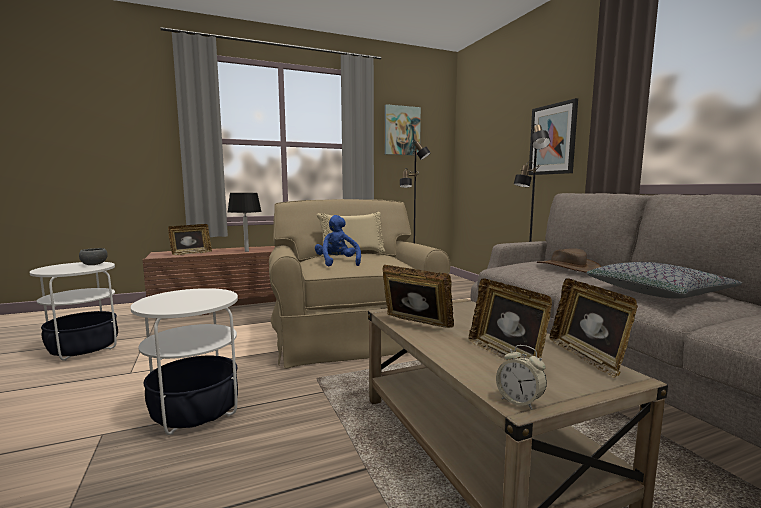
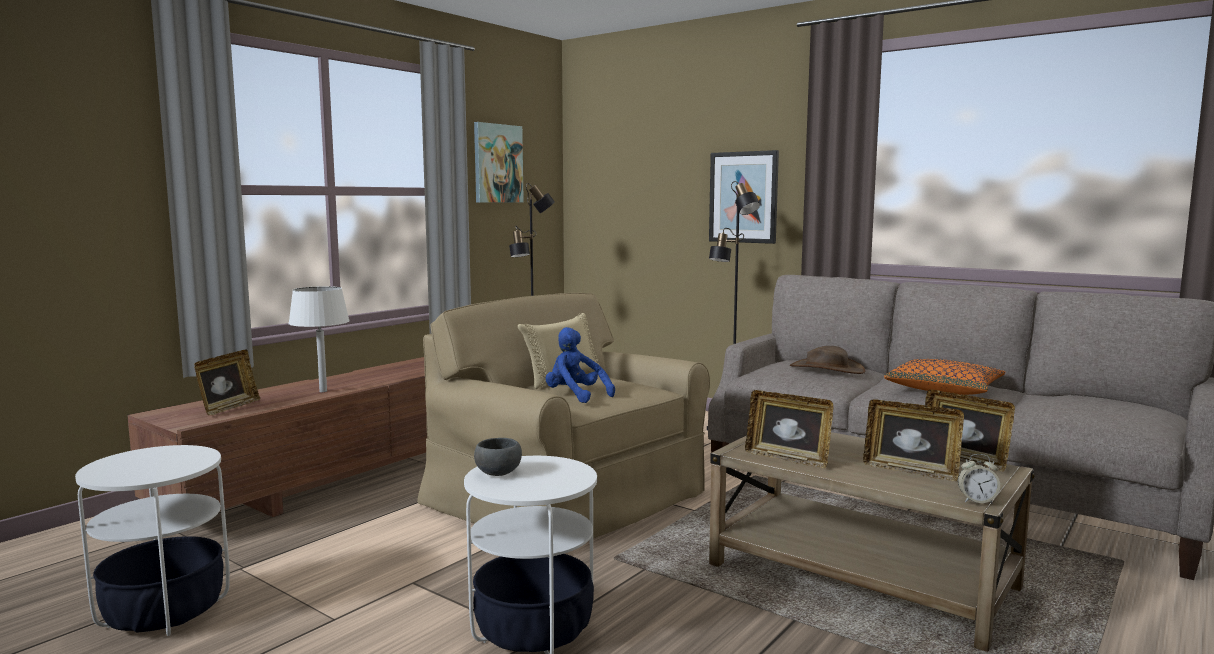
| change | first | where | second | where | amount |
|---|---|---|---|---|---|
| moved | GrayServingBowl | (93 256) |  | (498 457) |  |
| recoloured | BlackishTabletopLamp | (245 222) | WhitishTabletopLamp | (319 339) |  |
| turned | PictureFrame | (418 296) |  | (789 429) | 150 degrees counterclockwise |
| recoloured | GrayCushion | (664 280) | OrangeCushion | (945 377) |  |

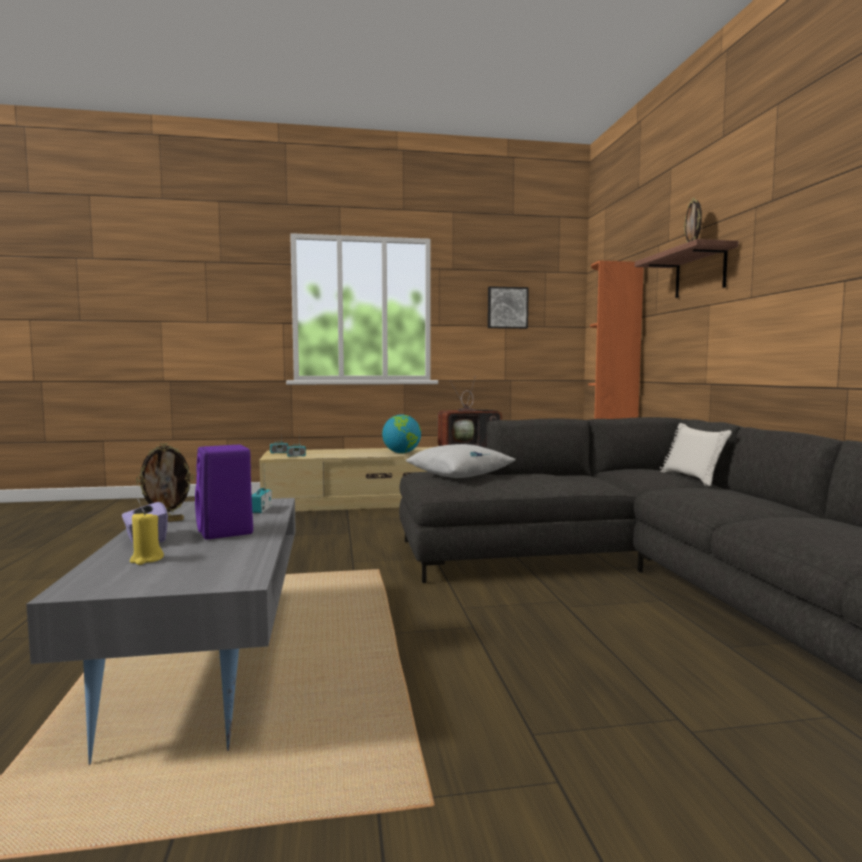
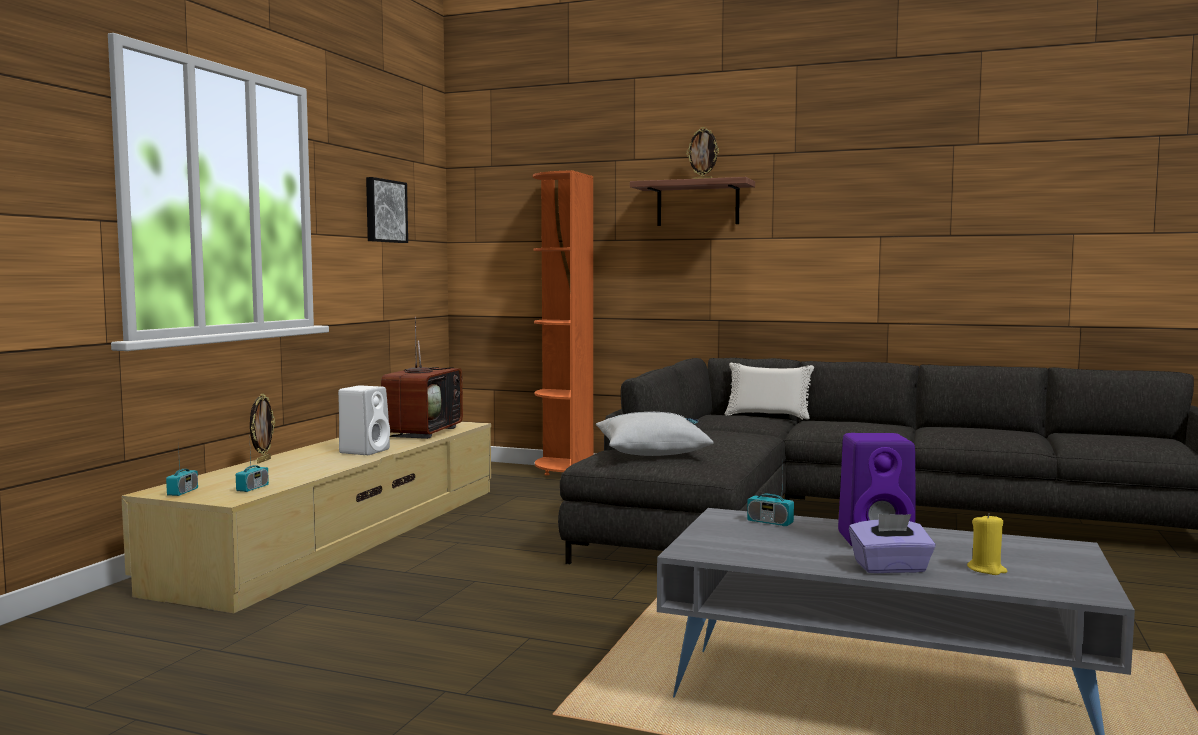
| change | first | where | second | where | amount |
|---|---|---|---|---|---|
| moved | PictureFrame | (165 482) |  | (262 428) |  |
| replaced | DeskGlobe | (401 434) | WhitishSpeaker | (364 420) |  |

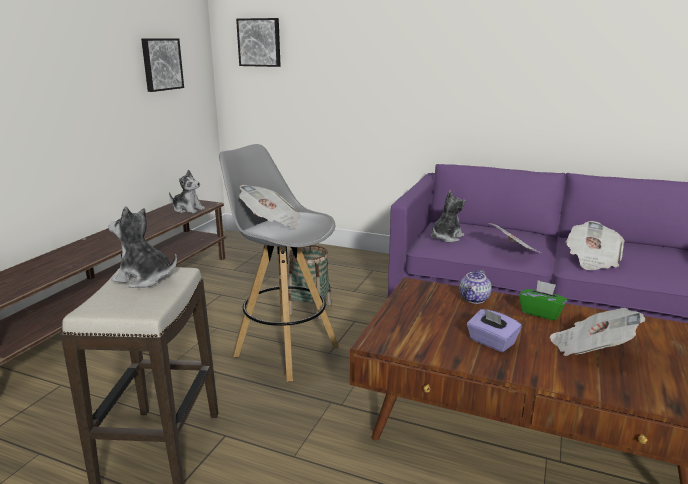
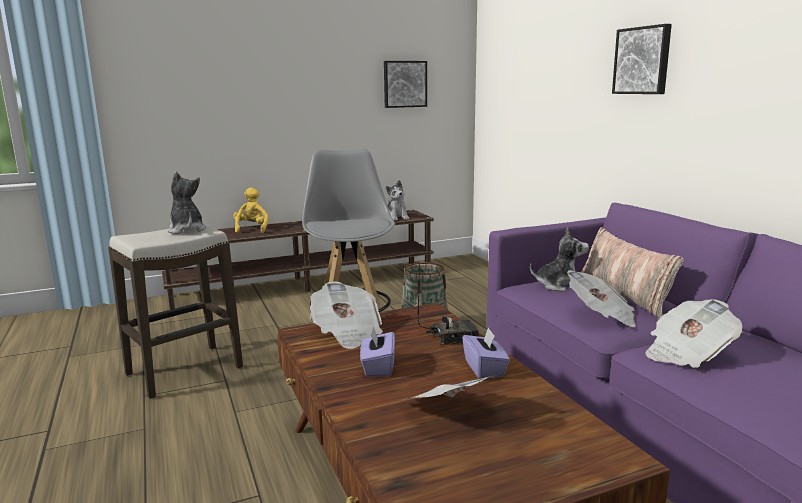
| change | first | where | second | where | amount |
|---|---|---|---|---|---|
| moved | Picture | (258 42) |  | (642 59) |  |
| moved | DailyPaper | (269 206) |  | (346 315) |  |
| replaced | TeaPot | (475 286) | RadioReceiver | (448 307) |  |
| recoloured | GreenTissueBox | (543 300) | PurpleTissueBox | (486 353) |  |
| added |  |  | YellowColouredSoftToy | (251 210) |  |
| added |  |  | Cushion | (632 272) |  |

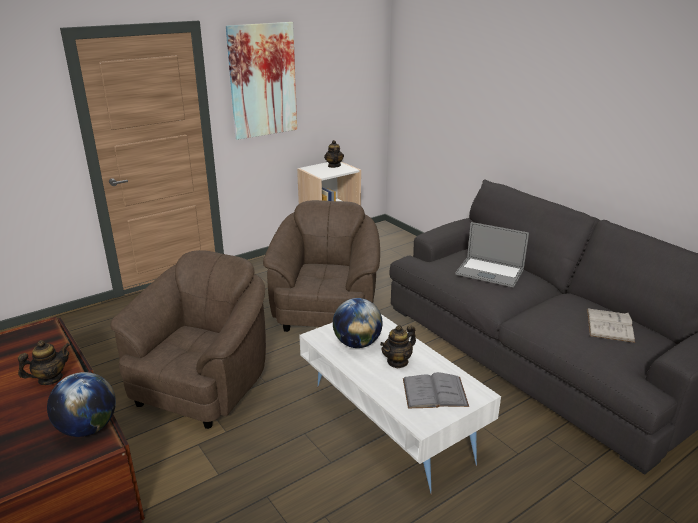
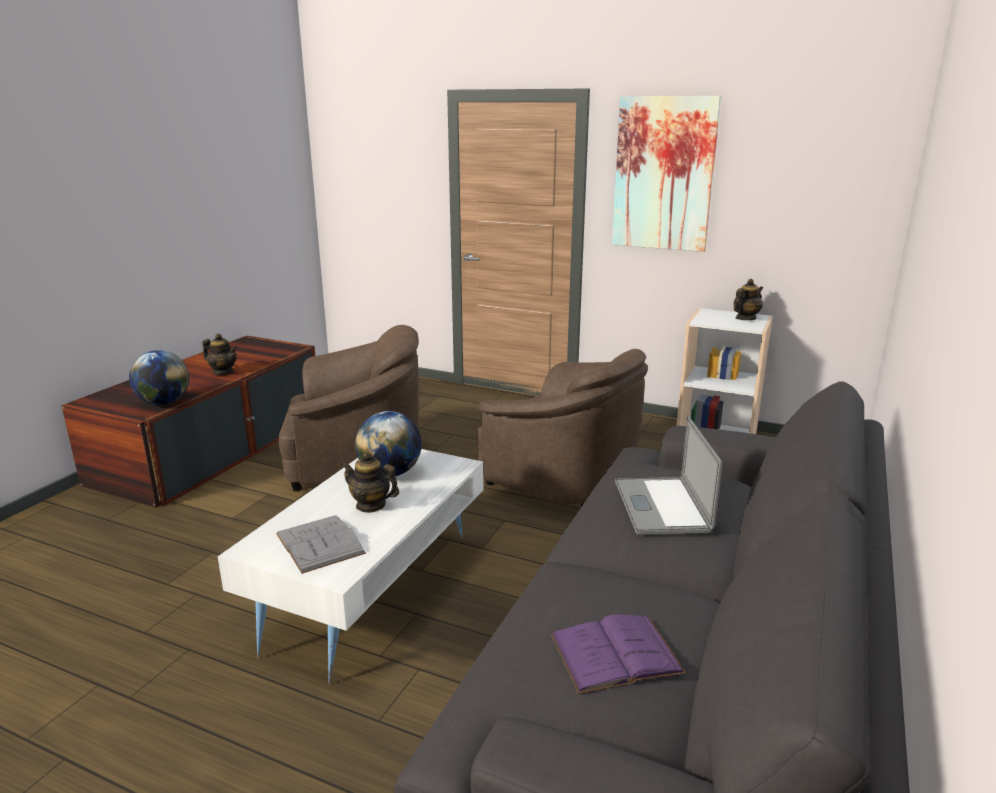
| change | first | where | second | where | amount |
|---|---|---|---|---|---|
| turned | BrownColouredArmchair | (321 266) |  | (562 428) | 60 degrees clockwise |
| recoloured | WhitishVolume | (611 326) | PurpleVolume | (618 654) |  |

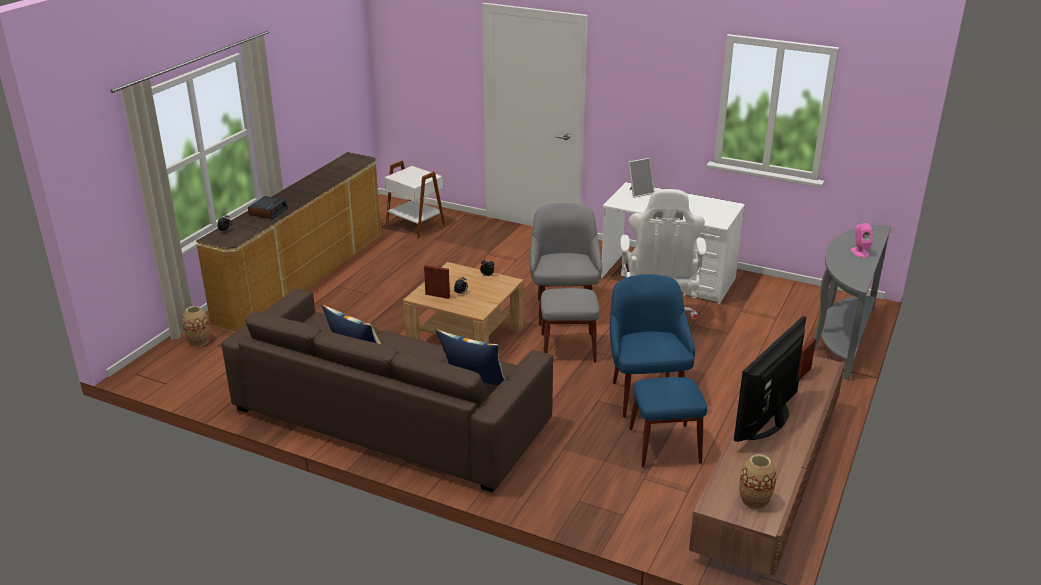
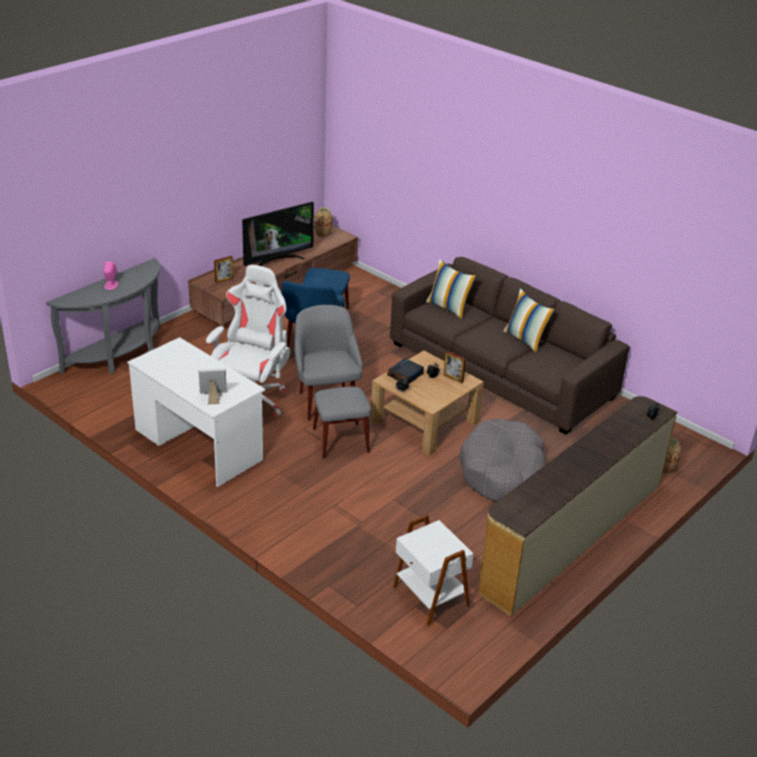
| change | first | where | second | where | amount |
|---|---|---|---|---|---|
| moved | TableClock | (268 207) |  | (405 371) |  |
| turned | GrayArmchair | (566 283) |  | (333 381) | 150 degrees clockwise |
| added |  |  | GrayPetBed | (502 460) |  |

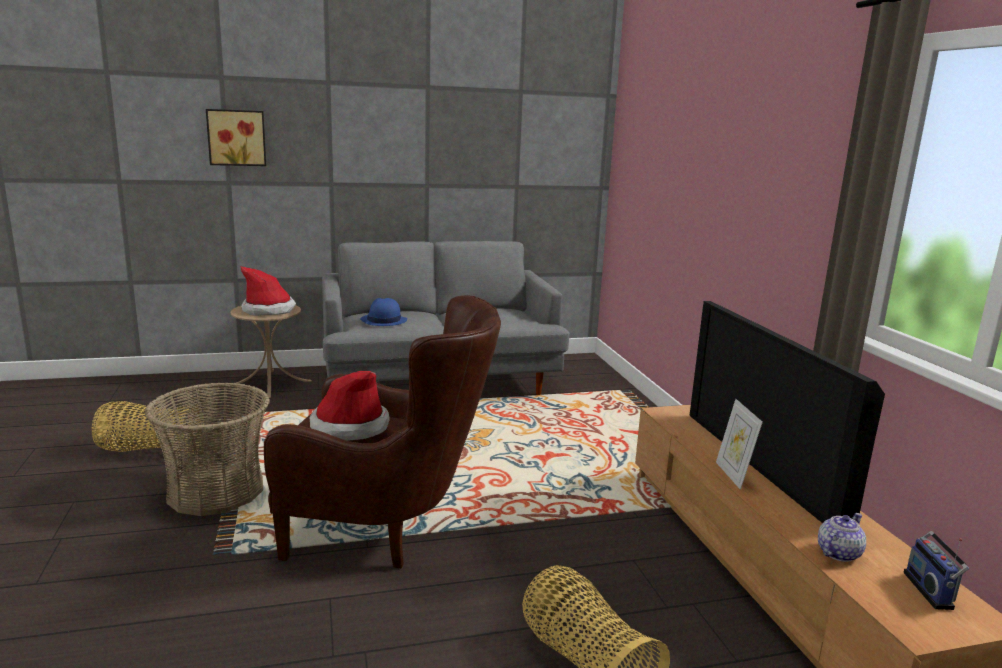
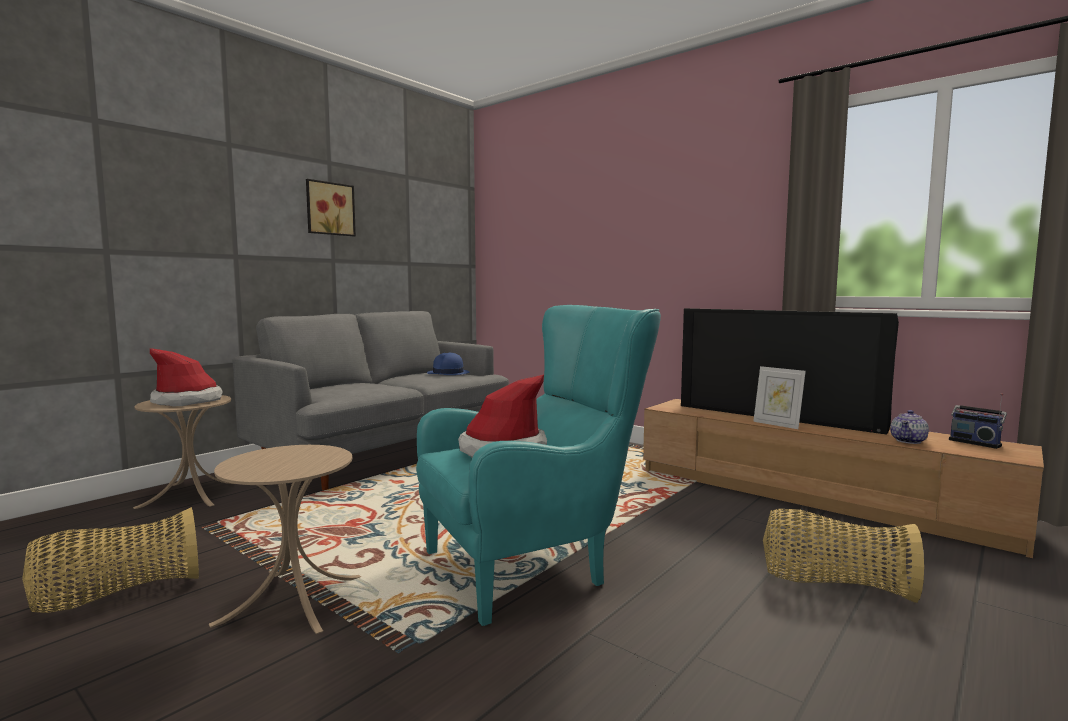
| change | first | where | second | where | amount |
|---|---|---|---|---|---|
| replaced | StorageBasket | (207 449) | SandColouredEndTable | (285 539) |  |
| moved | Picture | (236 137) |  | (331 207) |  |
| recoloured | BrownColouredArmchair | (382 431) | BlueGreenArmchair | (538 465) |  |
| moved | BlueWearableHat | (383 312) |  | (448 364) |  |
| turned | TeaPot | (842 537) |  | (909 427) | 150 degrees counterclockwise |

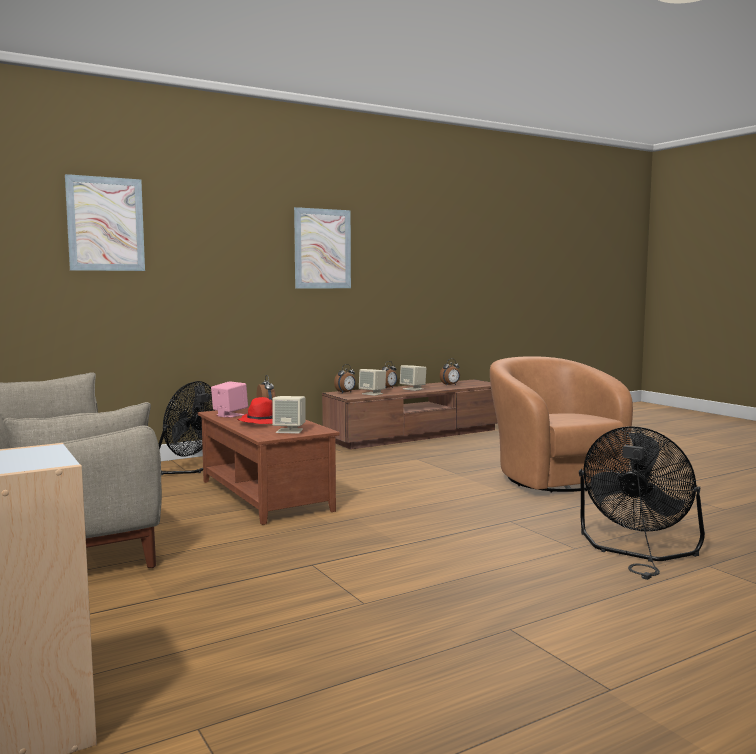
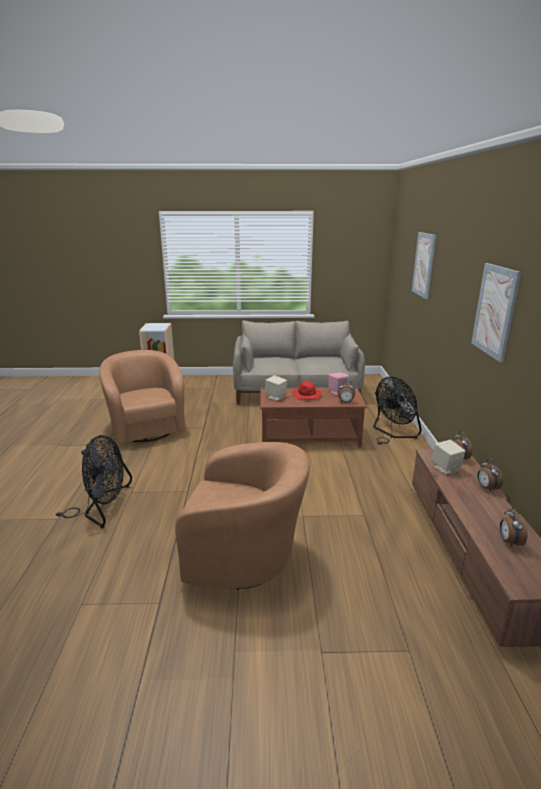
| change | first | where | second | where | amount |
|---|---|---|---|---|---|
| removed | SandColouredSpeaker | (413 378) |  |  |  |
| turned | BlackishElectricFan | (642 503) |  | (93 482) | 60 degrees counterclockwise |
| added |  |  | BrownColouredArmchair | (142 397) |  |

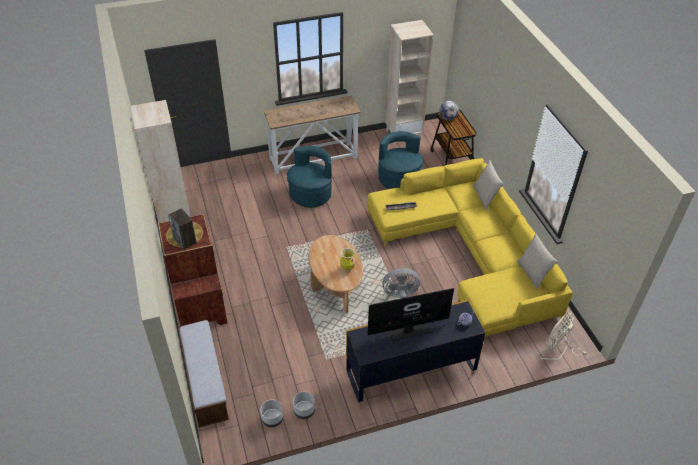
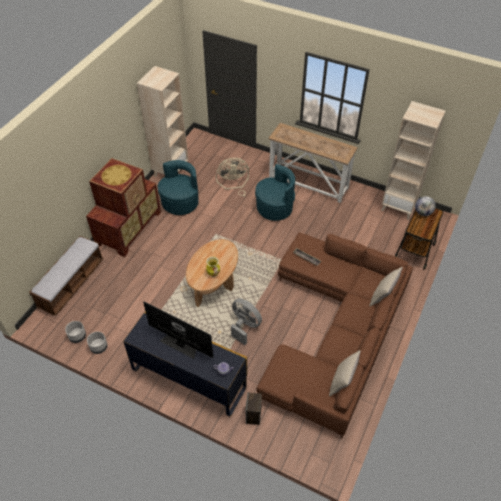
| change | first | where | second | where | amount |
|---|---|---|---|---|---|
| moved | Speaker | (182 229) |  | (254 408) |  |
| recoloured | YellowColouredSettee | (470 247) | BrownColouredSettee | (334 335) |  |
| moved | BlueGreenArmchair | (400 160) |  | (178 187) |  |
| moved | SandColouredElectricFan | (562 336) |  | (232 177) |  |

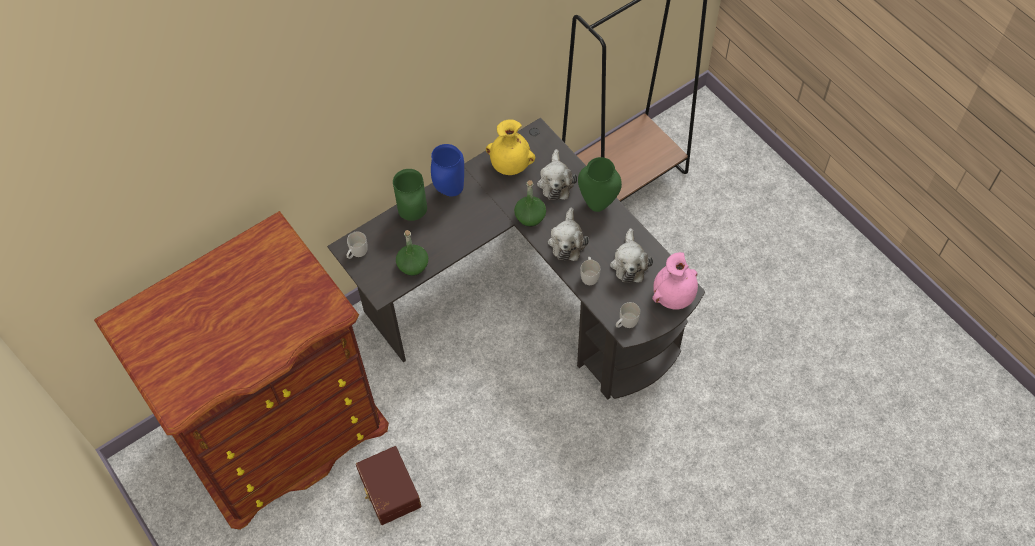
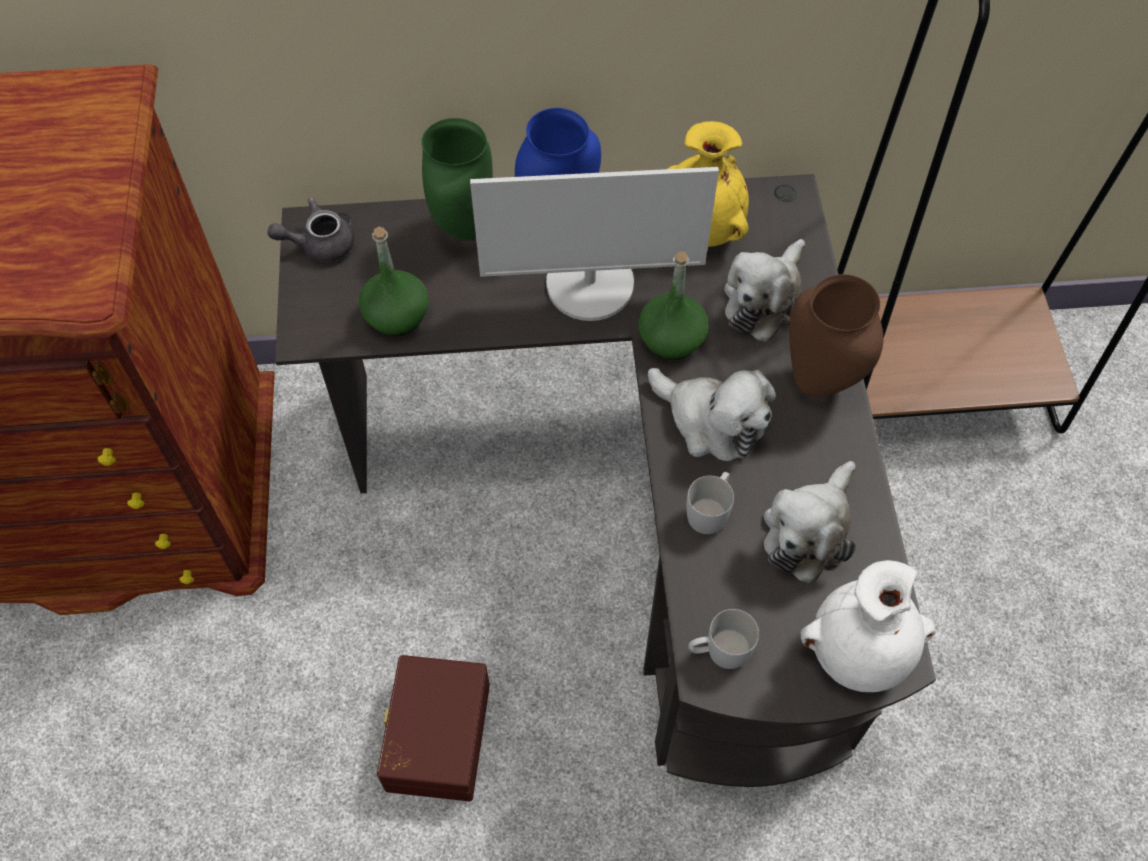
| change | first | where | second | where | amount |
|---|---|---|---|---|---|
| replaced | WhitishCoffeeMug | (356 245) | GrayTeaPot | (310 230) |  |
| moved | BrownColouredStorageContainer | (388 485) |  | (433 728) |  |
| turned | SoftToy | (568 234) |  | (712 414) | 90 degrees counterclockwise |
| recoloured | GreenFlowerVase | (600 184) | BrownColouredFlowerVase | (836 335) |  |
| recoloured | PinkColouredFlowerVase | (675 281) | WhitishFlowerVase | (868 626) |  |
| added |  |  | Monitor | (594 244) |  |

